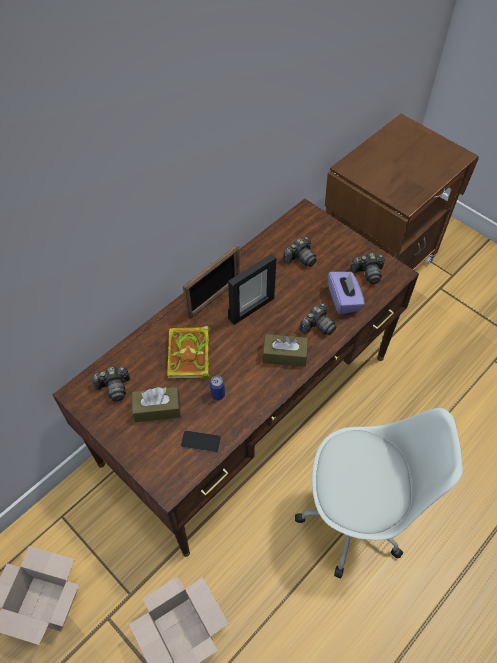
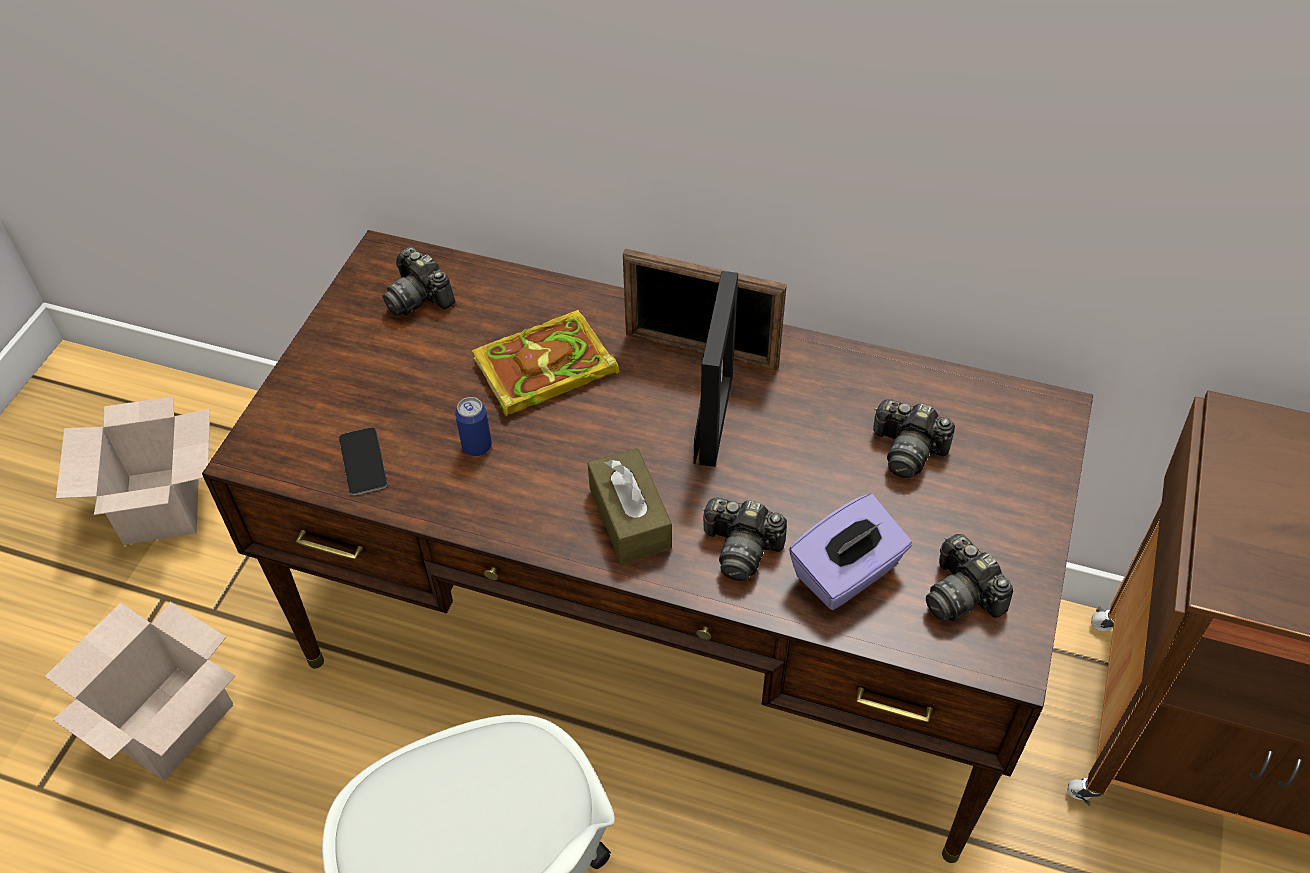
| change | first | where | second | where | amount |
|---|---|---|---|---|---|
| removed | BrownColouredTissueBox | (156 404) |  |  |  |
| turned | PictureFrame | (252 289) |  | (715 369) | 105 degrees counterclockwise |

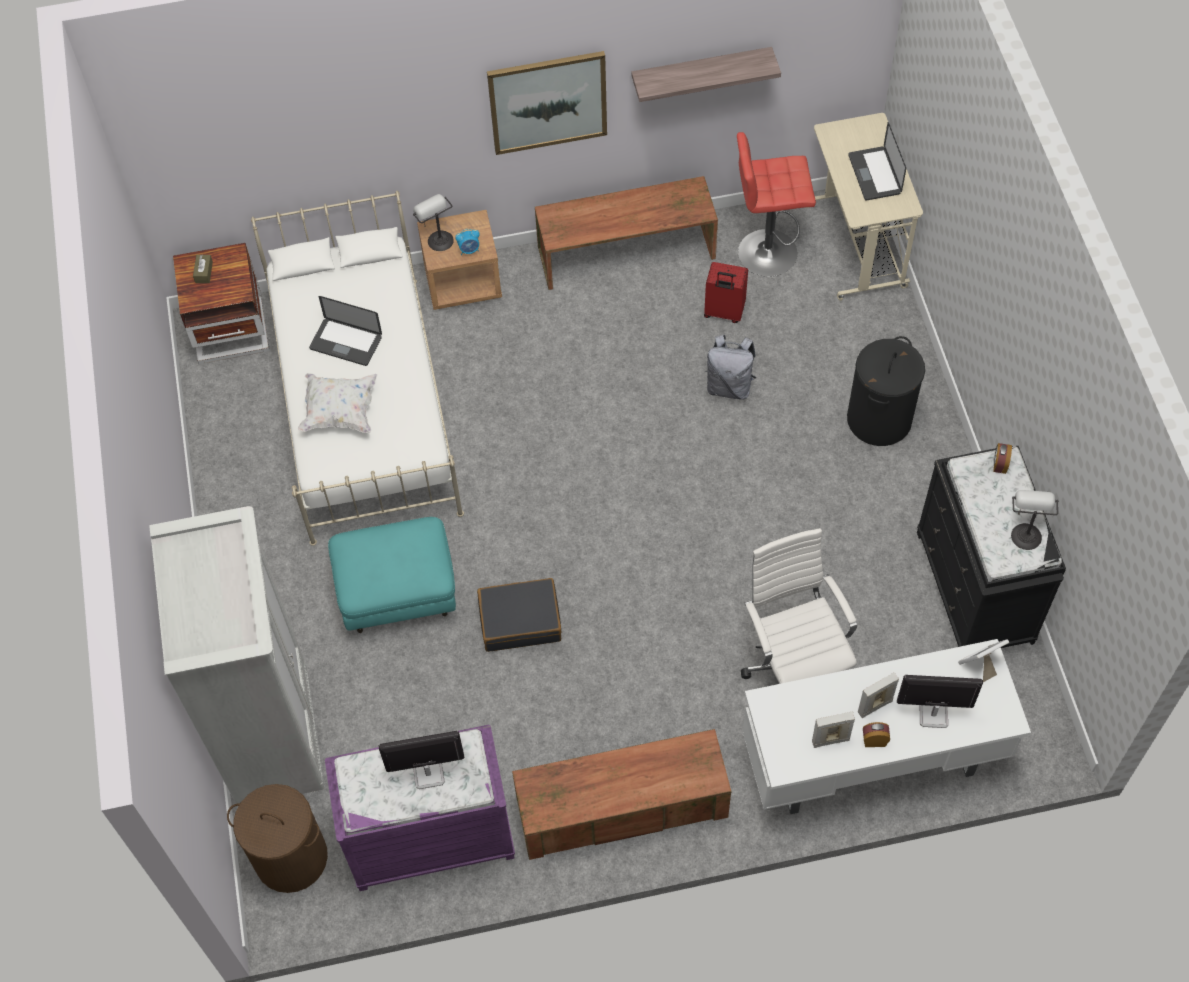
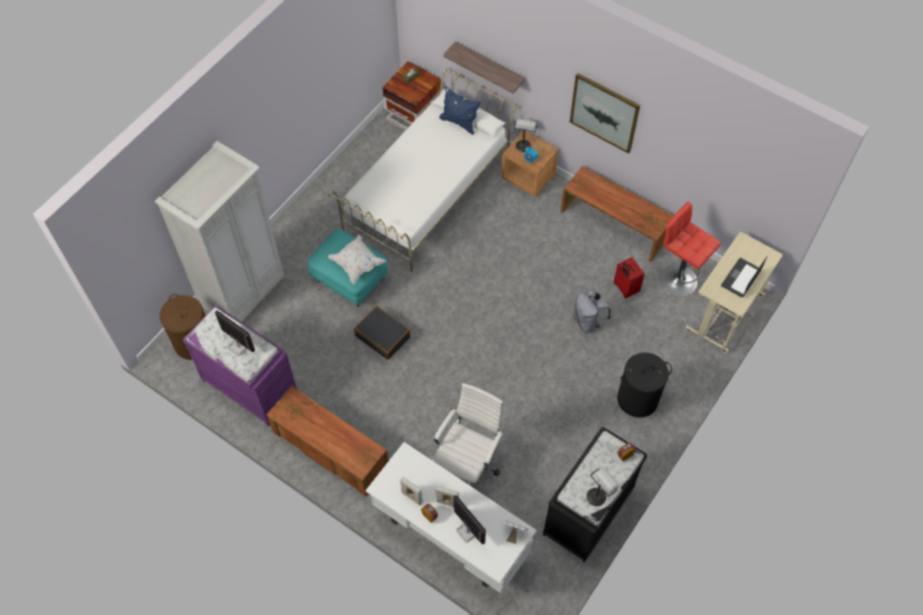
| change | first | where | second | where | amount |
|---|---|---|---|---|---|
| moved | WhitishCushion | (337 403) |  | (357 259) |  |
| removed | Laptop | (345 331) |  |  |  |
| moved | Shelf | (706 74) |  | (484 67) |  |
| added |  |  | BlueCushion | (460 110) |  |

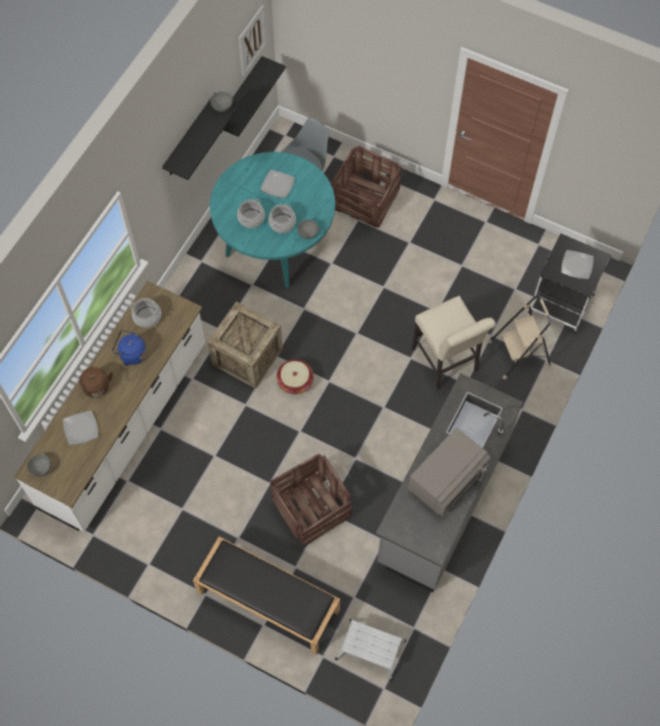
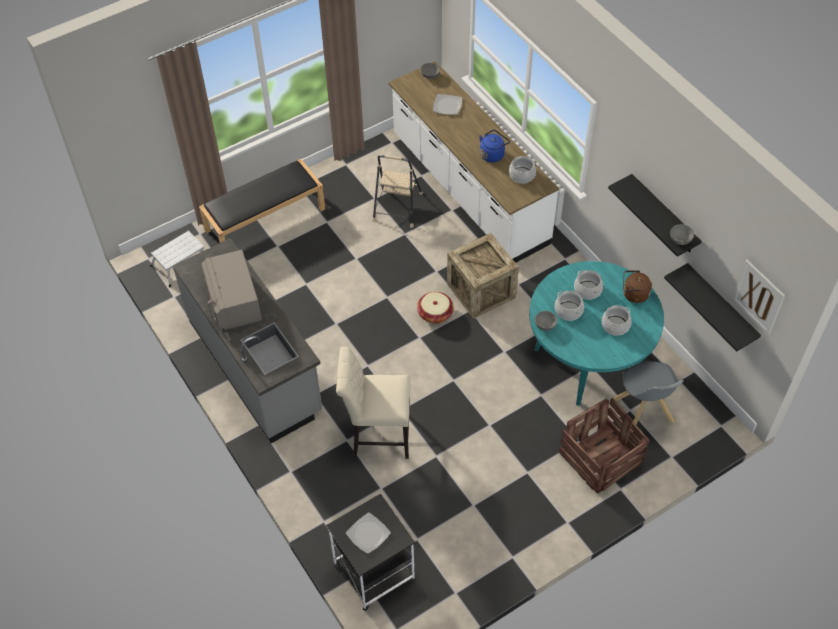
| change | first | where | second | where | amount |
|---|---|---|---|---|---|
| moved | BrownColouredWaterKettle | (96 382) |  | (637 286) |  |
| replaced | DinnerPlate | (278 184) | CookingPot | (617 320) |  |
| removed | Crate | (311 500) |  |  |  |
| moved | SandColouredStepladder | (520 337) |  | (397 191) |  |

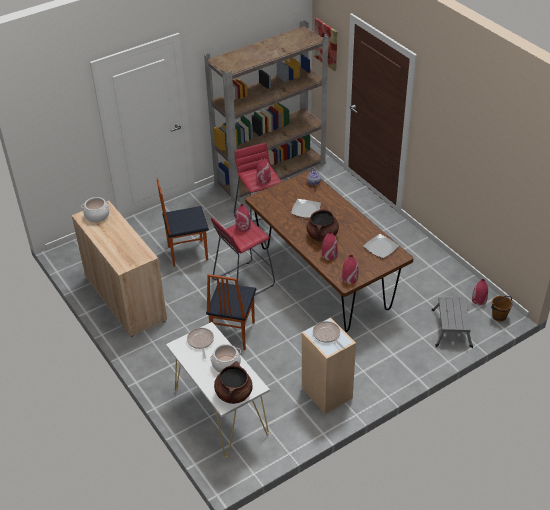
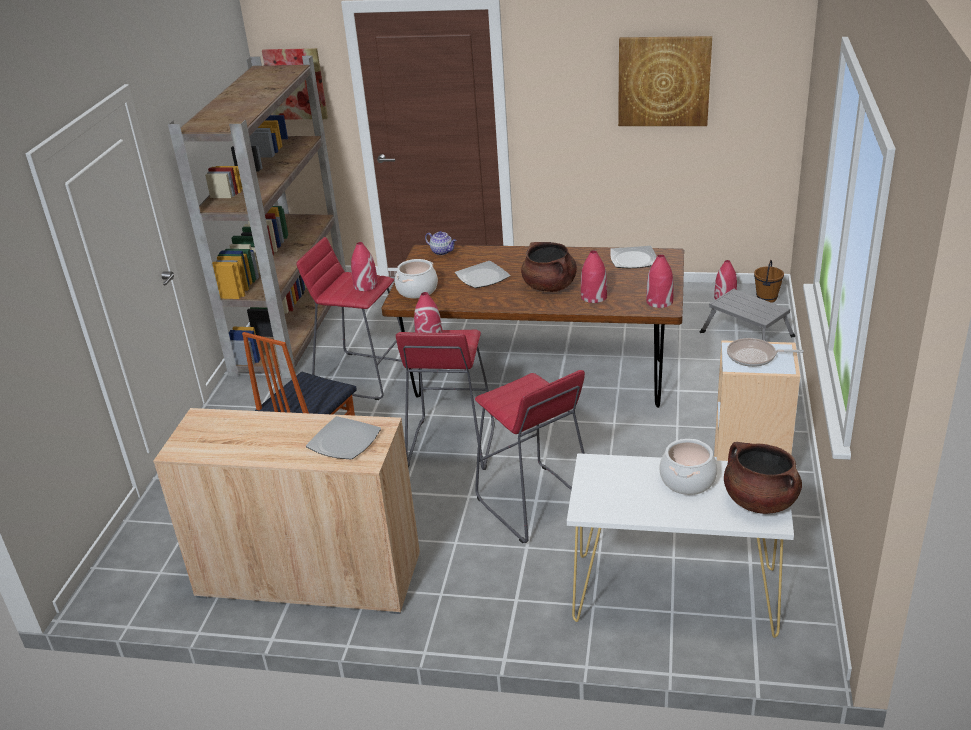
| change | first | where | second | where | amount |
|---|---|---|---|---|---|
| moved | CookingPot | (95 209) |  | (416 279) |  |
| removed | FryingPan | (200 343) |  |  |  |
| replaced | PlainChair | (231 312) | RedColouredStoolSeat | (530 456) |  |
| added |  |  | DinnerPlate | (343 438) |  |
| added |  |  | Picture | (665 81) |  |

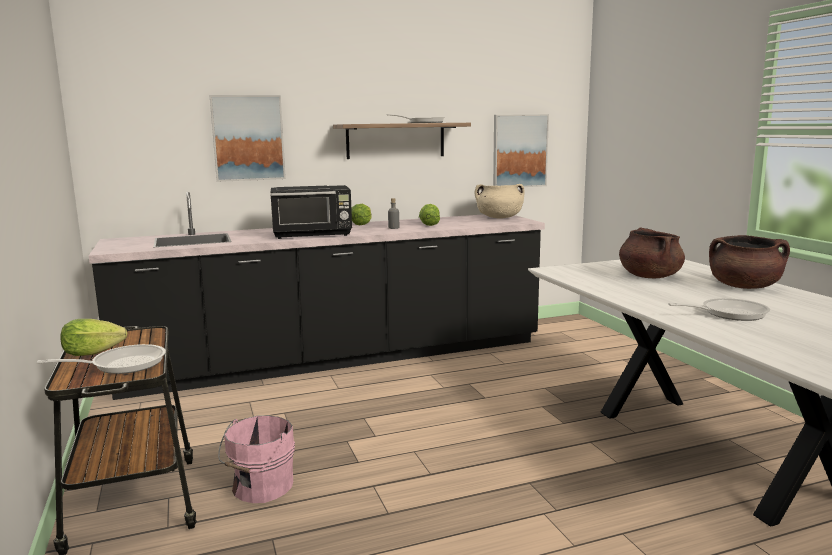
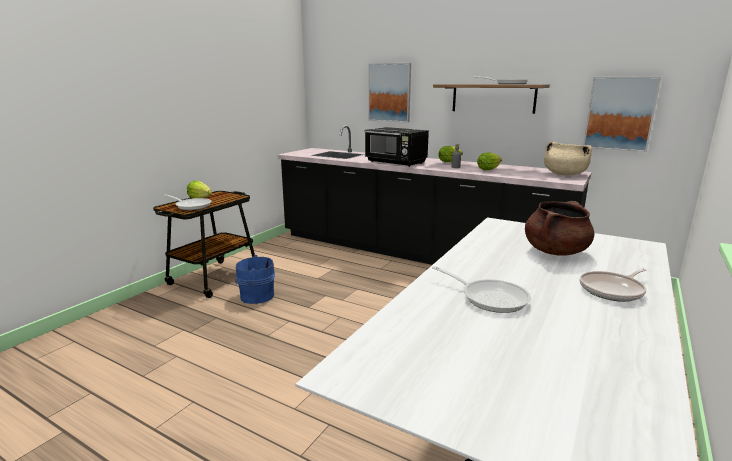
| change | first | where | second | where | amount |
|---|---|---|---|---|---|
| recoloured | PinkColouredBucket | (256 459) | BlueBucket | (255 279) |  |
| replaced | BrownColouredCookingPot | (749 262) | FryingPan | (613 285) |  |

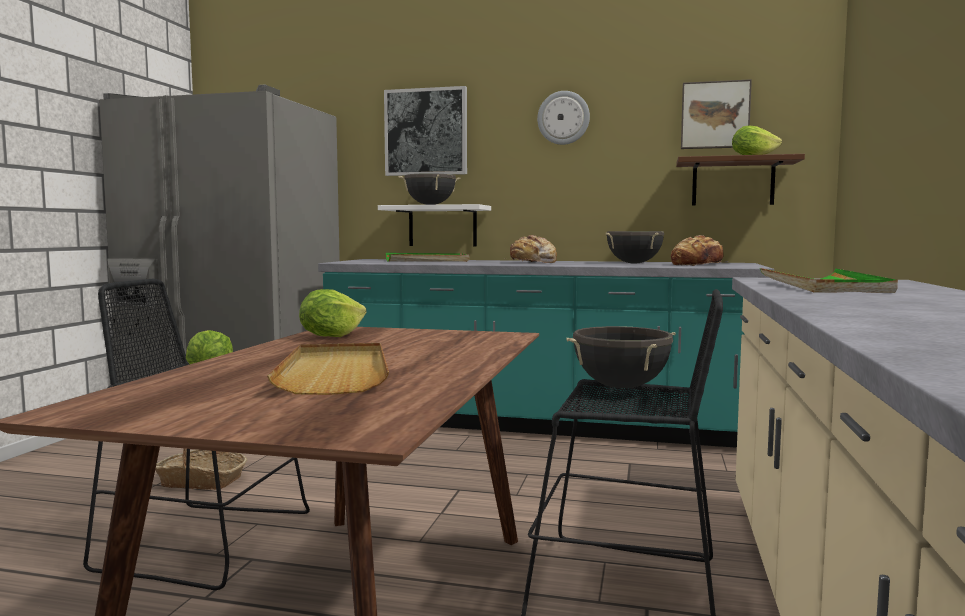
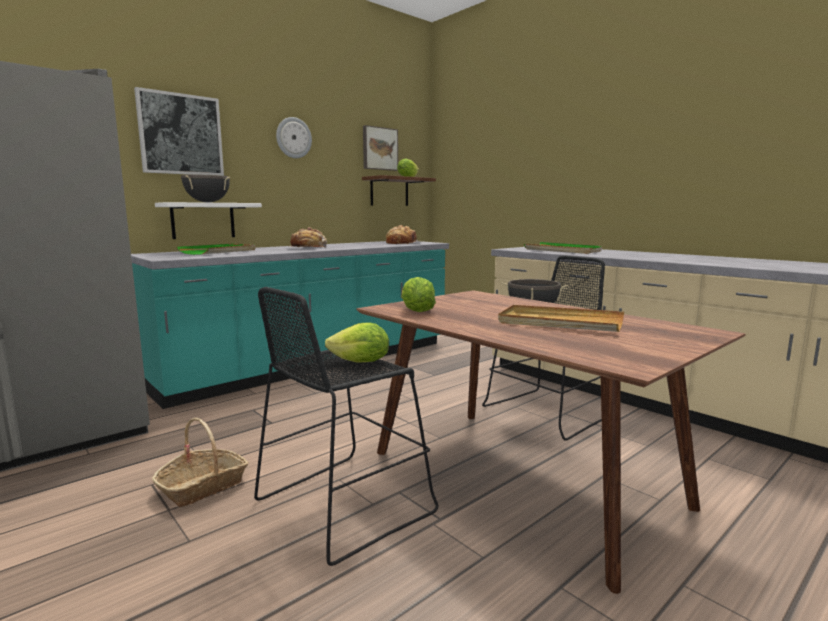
| change | first | where | second | where | amount |
|---|---|---|---|---|---|
| removed | BlackishCookingPot | (634 247) |  |  |  |

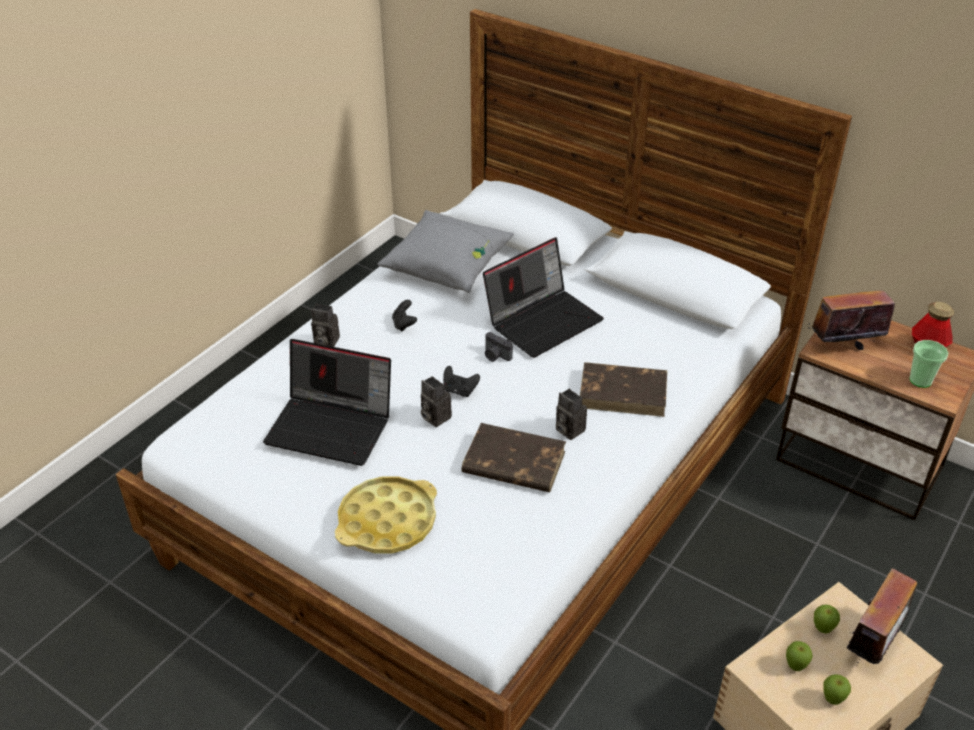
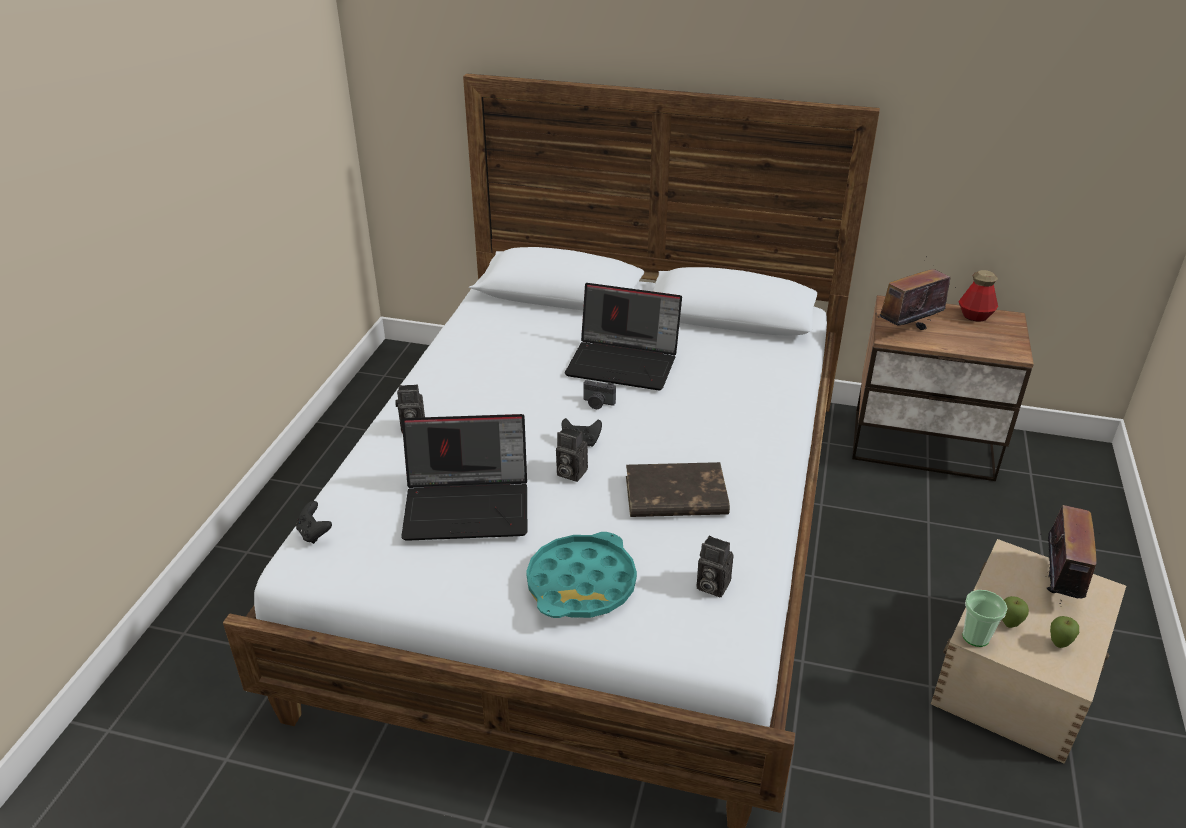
| change | first | where | second | where | amount |
|---|---|---|---|---|---|
| recoloured | YellowColouredTray | (386 515) | BlueGreenTray | (581 575) |  |
| removed | GrayCushion | (446 251) |  |  |  |
| moved | BlackishJoypad | (404 316) |  | (314 522) |  |
| turned | Laptop | (543 297) |  | (623 337) | 75 degrees clockwise |
| moved | PhotoCamera | (571 414) |  | (715 567) |  |
| removed | BrownColouredVolume | (623 389) |  |  |  |
| removed | AppleFruit | (827 619) |  |  |  |
| moved | SmallCup | (928 364) |  | (984 618) |  |

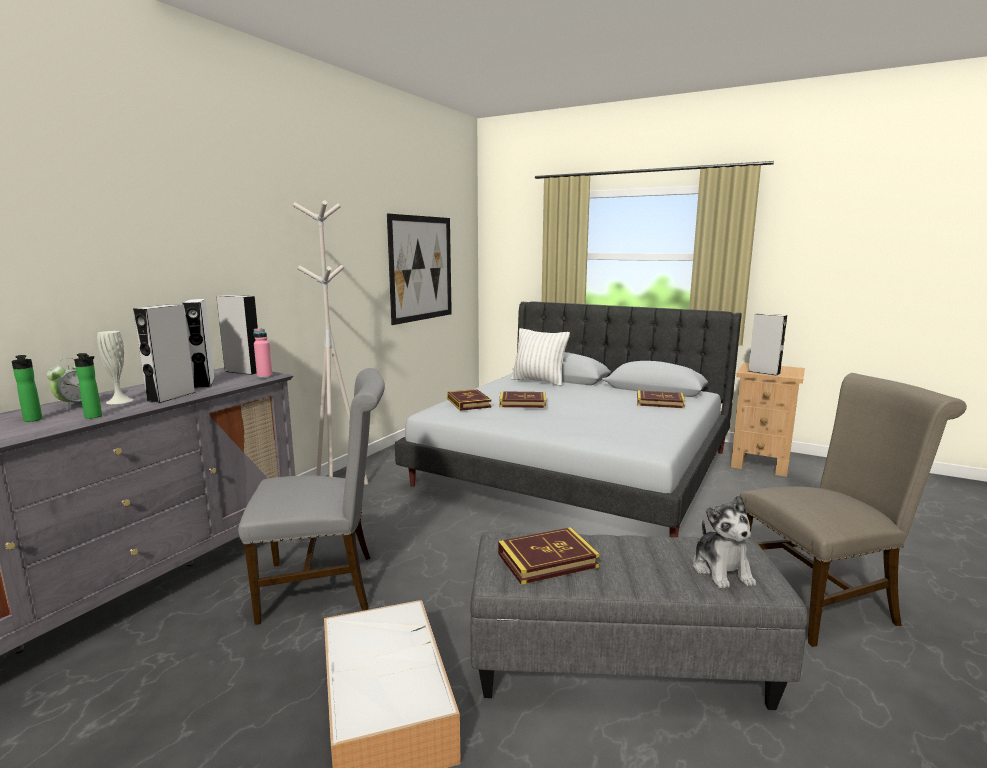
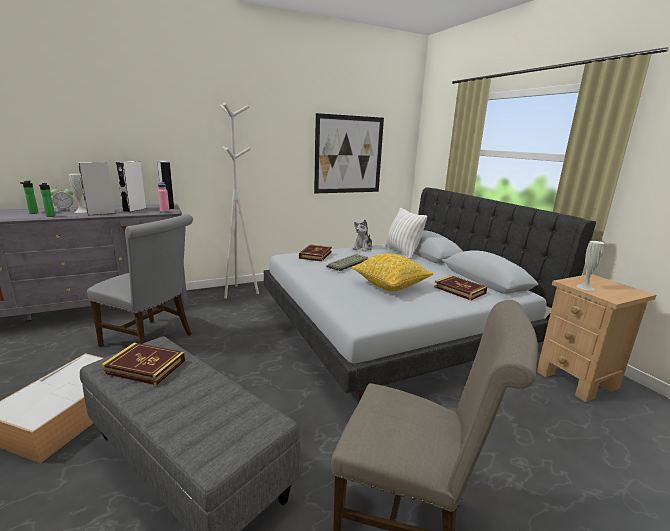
| change | first | where | second | where | amount |
|---|---|---|---|---|---|
| replaced | Volume | (522 399) | ComputerKeyboard | (347 262) |  |
| moved | SoftToy | (724 542) |  | (363 236) |  |
| replaced | GraySpeaker | (767 344) | WhitishFlowerVase | (590 266) |  |
| added |  |  | YellowColouredCushion | (392 272) |  |

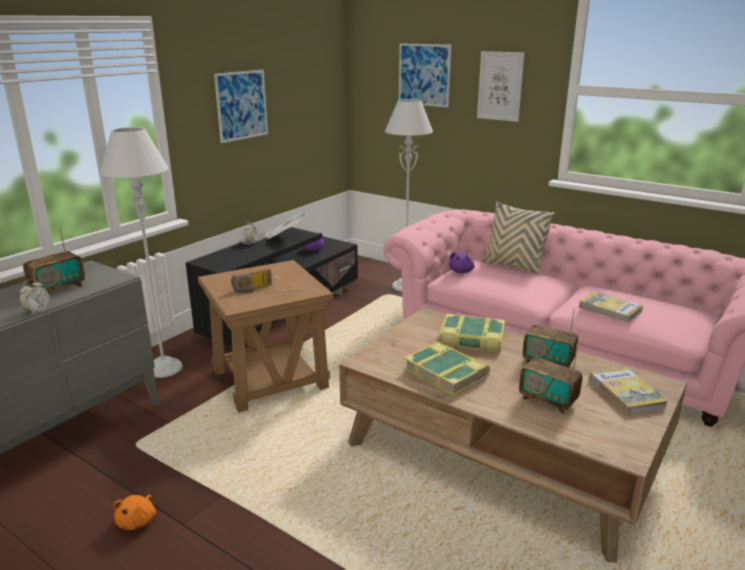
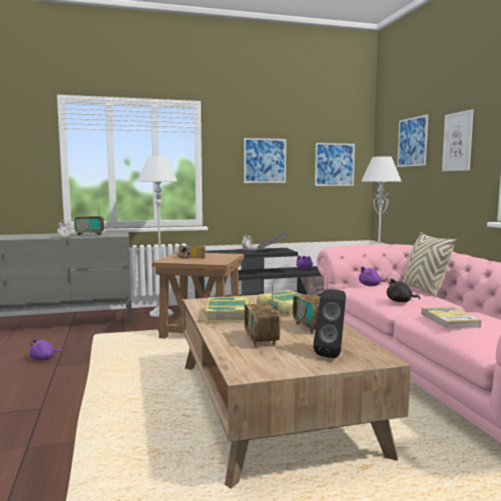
| change | first | where | second | where | amount |
|---|---|---|---|---|---|
| recoloured | OrangeSoftToy | (134 512) | PurpleSoftToy | (46 349) |  |
| replaced | Volume | (628 391) | BlackishSpeaker | (329 323) |  |
| added |  |  | Picture | (335 164) |  |
| added |  |  | BlackishSoftToy | (403 290) |  |

